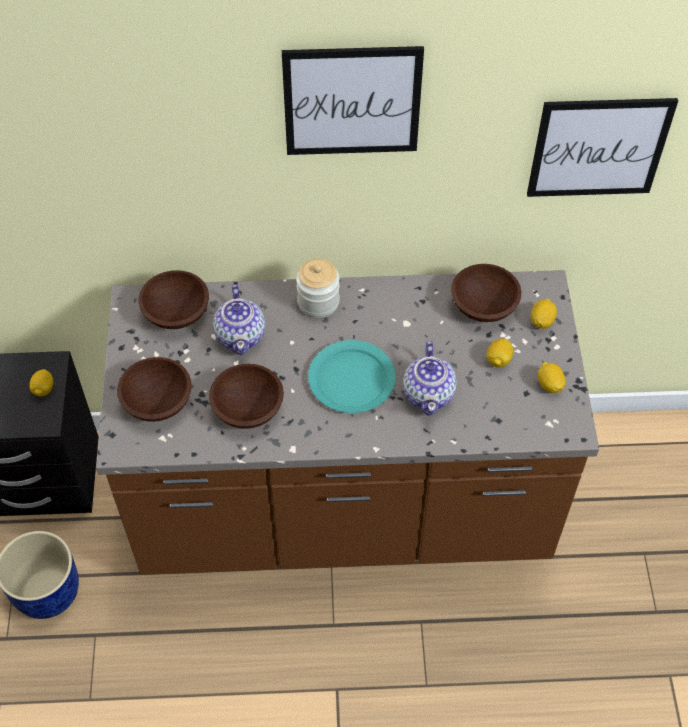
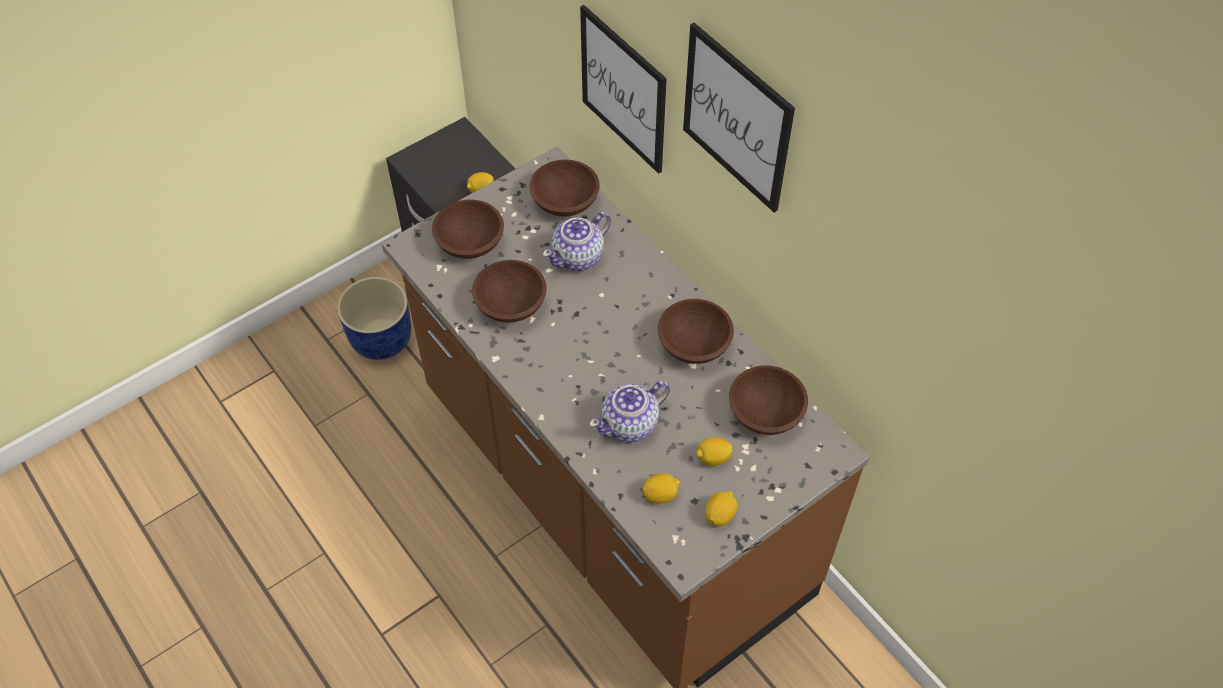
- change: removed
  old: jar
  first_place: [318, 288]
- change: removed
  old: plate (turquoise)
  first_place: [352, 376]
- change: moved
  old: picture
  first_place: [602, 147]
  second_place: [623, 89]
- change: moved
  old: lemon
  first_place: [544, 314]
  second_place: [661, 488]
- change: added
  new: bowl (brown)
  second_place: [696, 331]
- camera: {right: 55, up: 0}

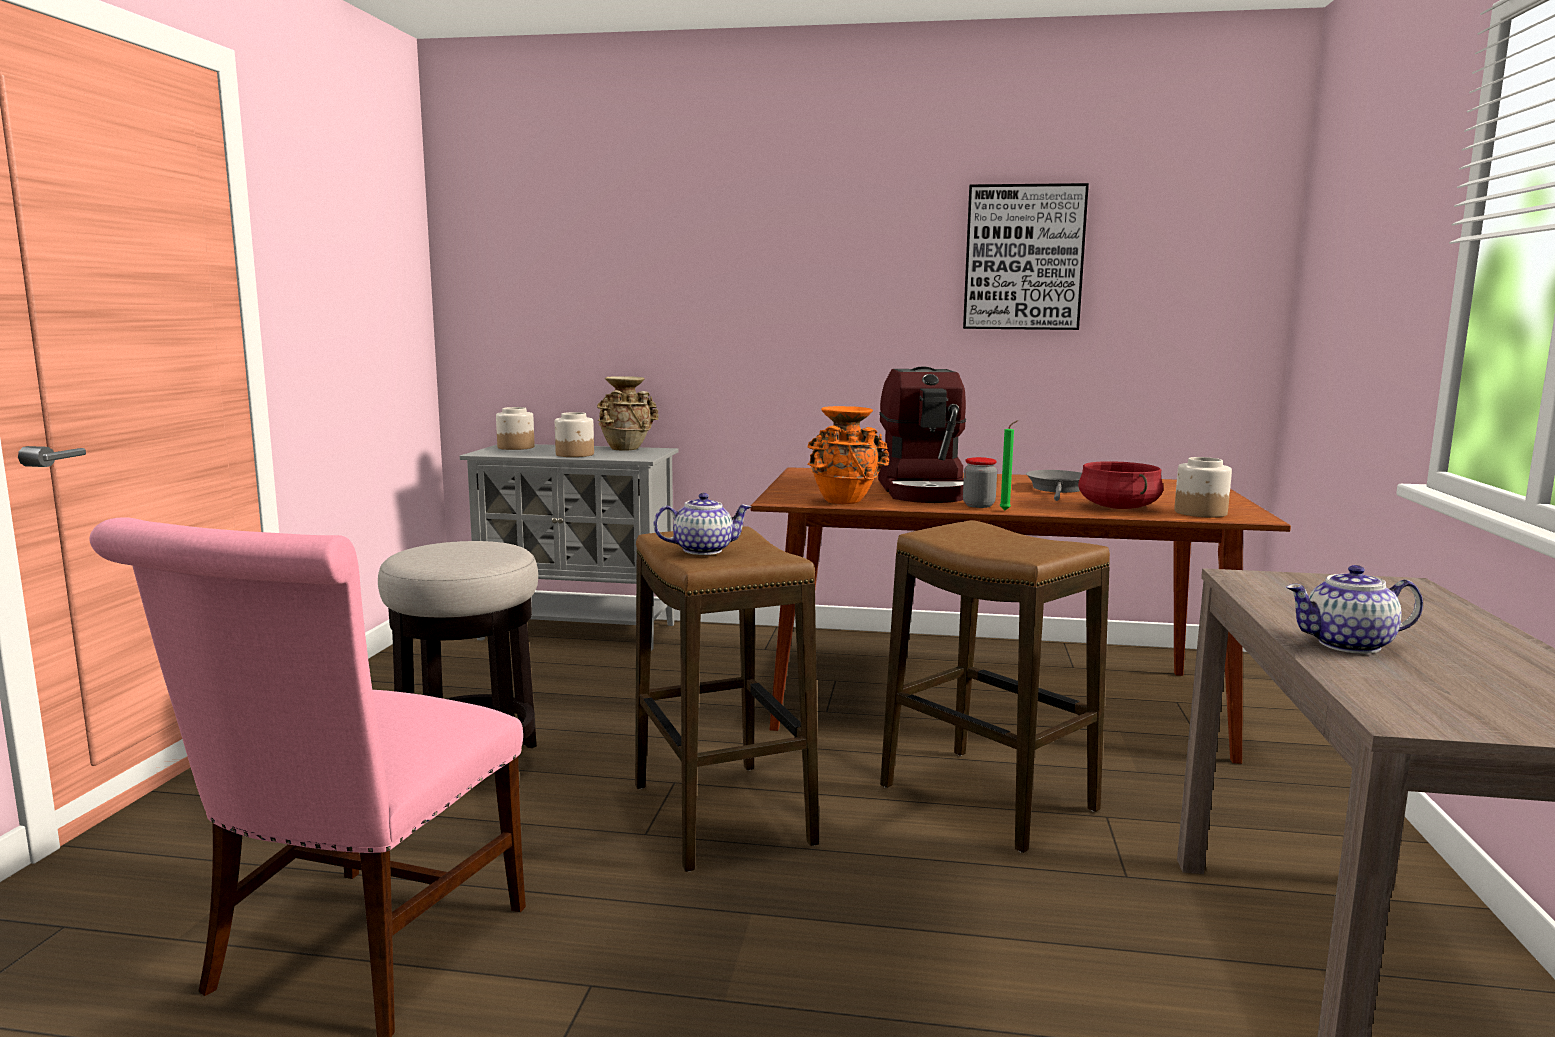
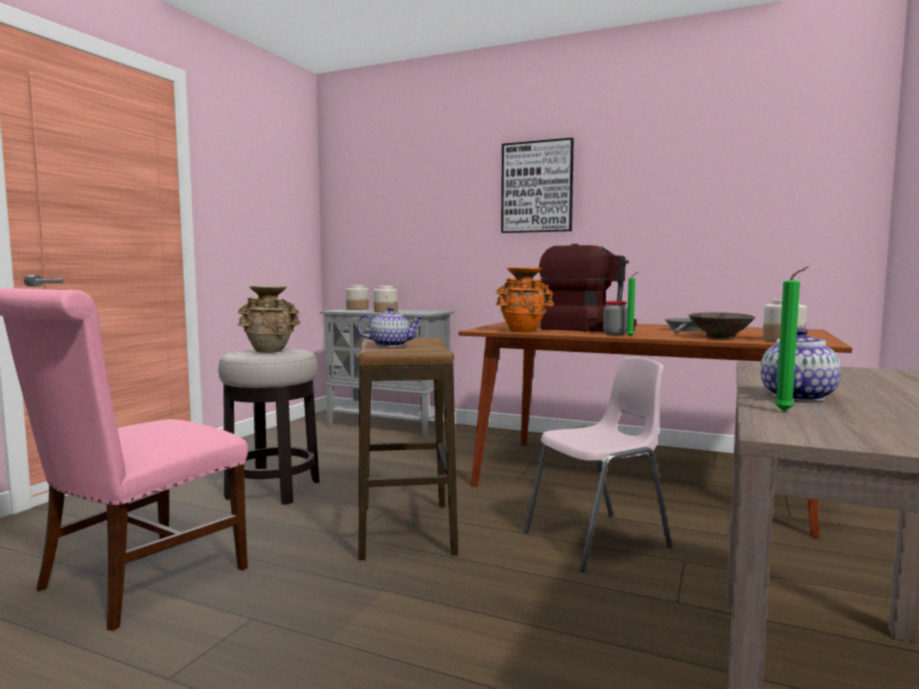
- change: moved
  old: vase (beige)
  first_place: [628, 413]
  second_place: [269, 319]
- change: turned
  old: coffee machine
  first_place: [922, 435]
  second_place: [588, 288]
  degrees: -75
- change: replaced
  old: stool
  new: chair (pink)
  first_place: [995, 686]
  second_place: [598, 464]
- change: moved
  old: picture
  first_place: [1026, 256]
  second_place: [537, 185]
- change: replaced
  old: cooking pot (red)
  new: bowl (brown)
  first_place: [1120, 485]
  second_place: [721, 325]
- change: turned
  old: teapot
  first_place: [1354, 609]
  second_place: [800, 364]
  degrees: -60
- change: added
  new: candle (green)
  second_place: [791, 339]
- camera: {right: 15, up: -5}

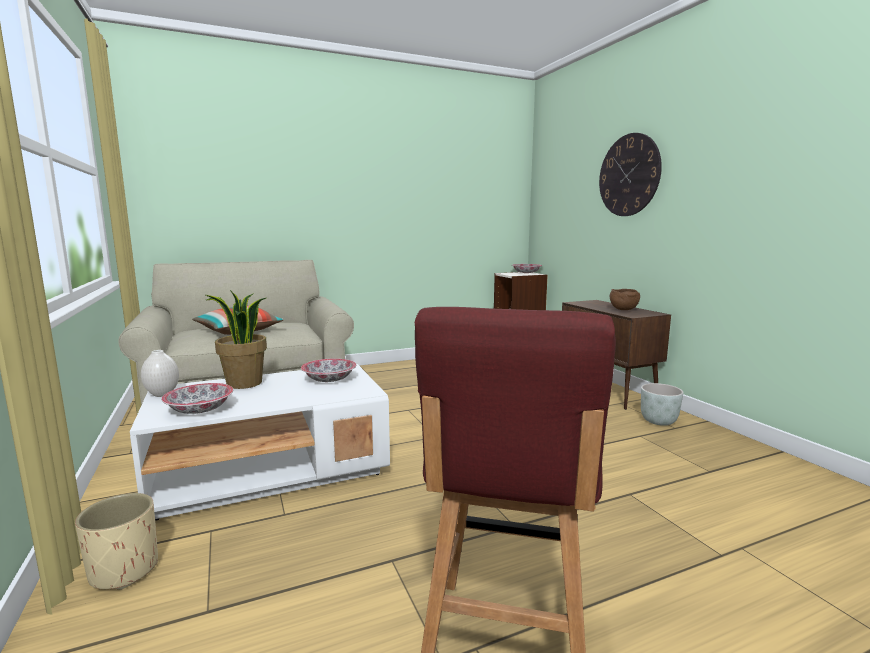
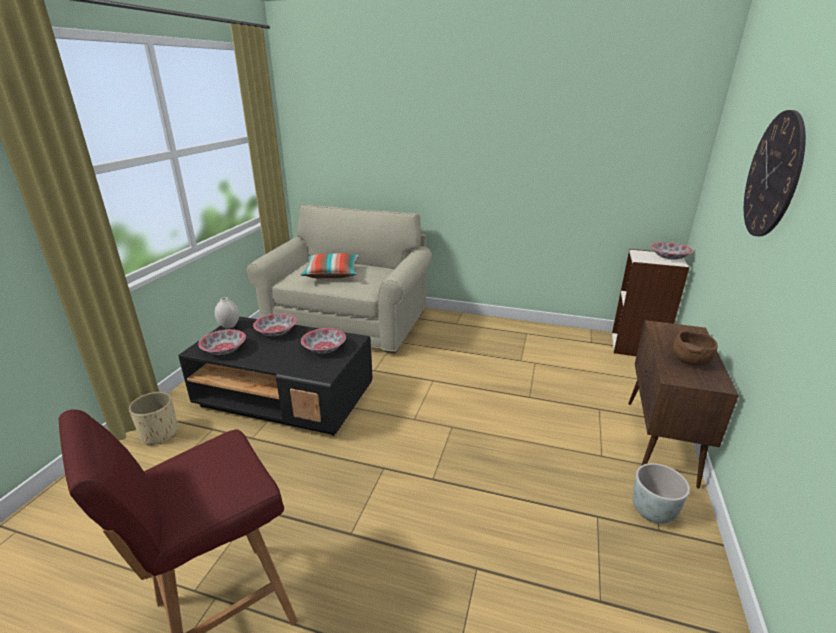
- change: recoloured
  old: coffee table (white)
  new: coffee table (black)
  first_place: [260, 442]
  second_place: [275, 376]
- change: replaced
  old: potted plant
  new: bowl
  first_place: [236, 339]
  second_place: [274, 324]
- camera: {right: 40, up: 15}

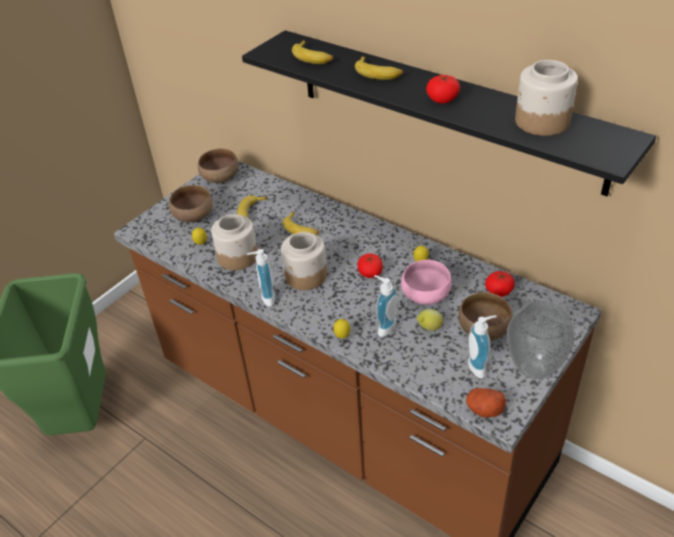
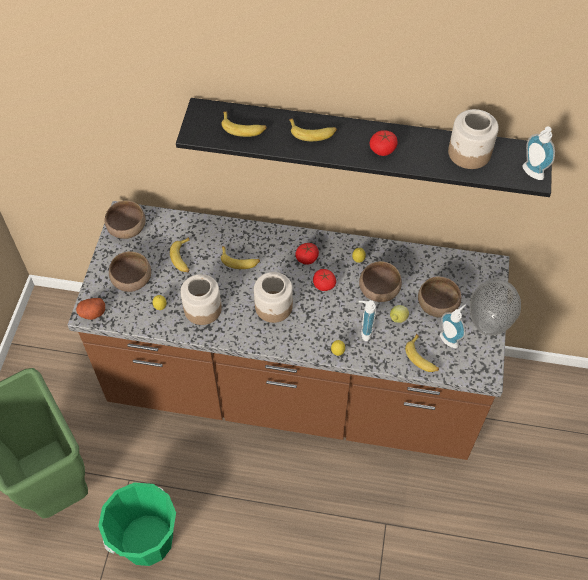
- change: moved
  old: soap dispenser
  first_place: [261, 278]
  second_place: [538, 153]
- change: recoloured
  old: bowl (pink)
  new: bowl (brown)
  first_place: [426, 282]
  second_place: [380, 281]
- change: moved
  old: potato
  first_place: [486, 403]
  second_place: [90, 309]
- change: moved
  old: tomato
  first_place: [500, 284]
  second_place: [307, 254]
- change: added
  new: bucket (green)
  second_place: [137, 524]
- change: added
  new: banana
  second_place: [422, 353]
- camera: {right: -30, up: 15}

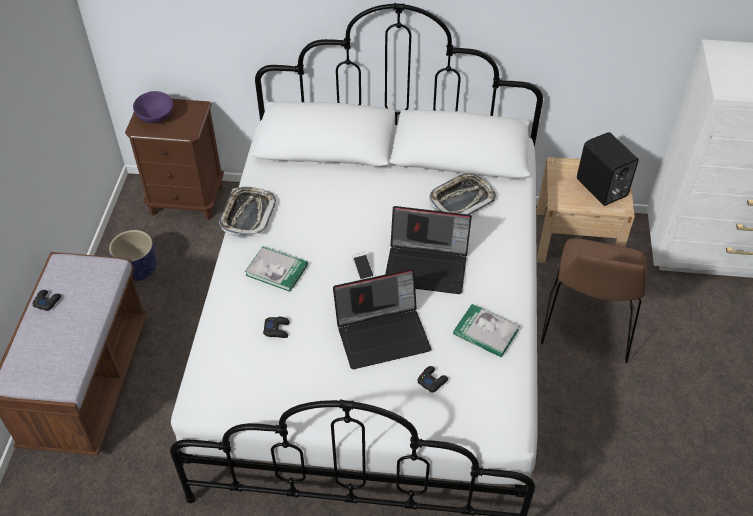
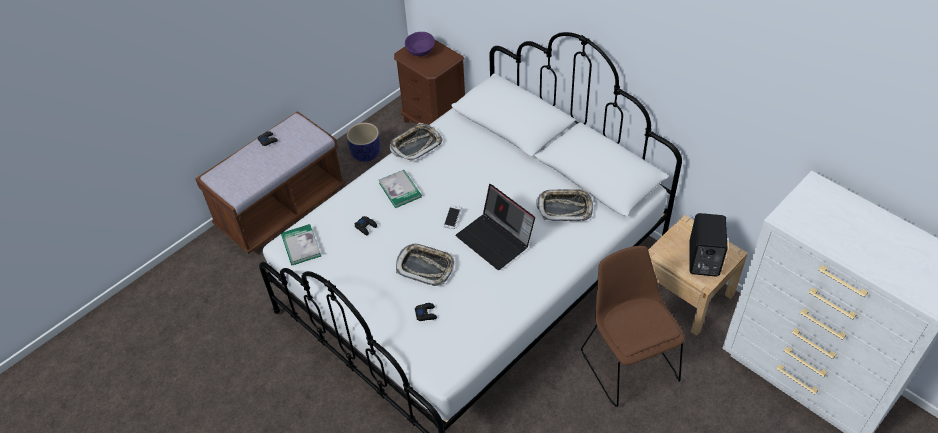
- change: replaced
  old: laptop
  new: tray
  first_place: [382, 319]
  second_place: [425, 265]
- change: moved
  old: book
  first_place: [486, 331]
  second_place: [301, 245]
- change: turned
  old: chair (brown)
  first_place: [594, 300]
  second_place: [633, 326]
  degrees: 105
- camera: {right: 40, up: 0}

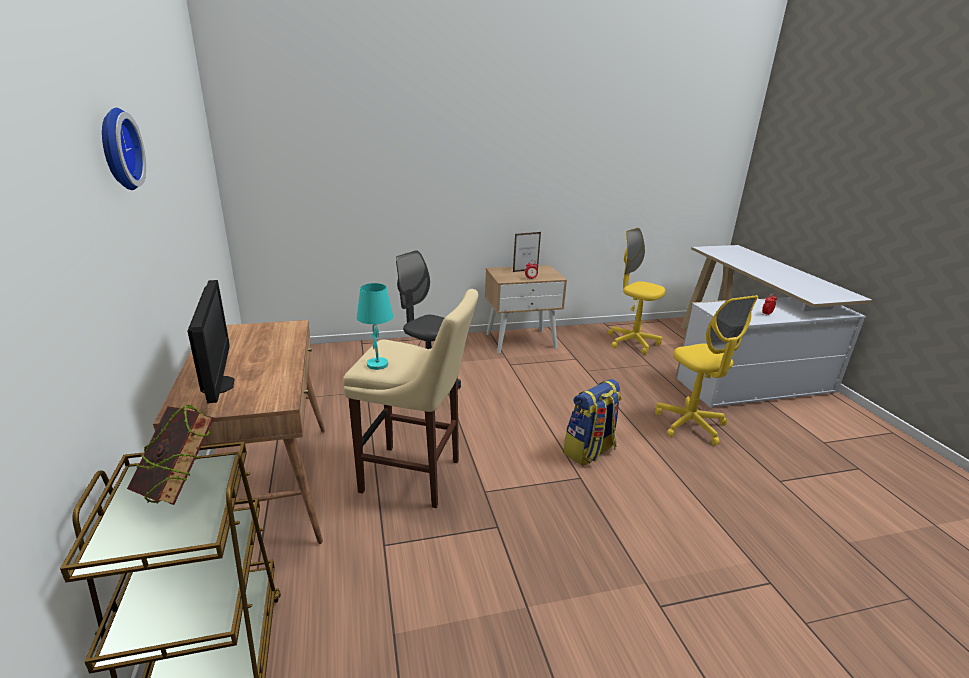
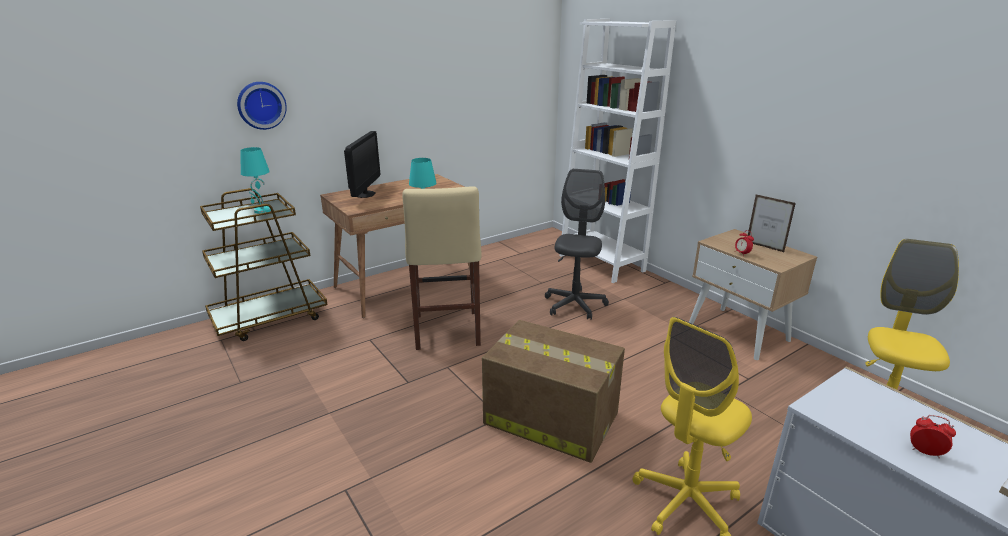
- change: moved
  old: wall clock
  first_place: [124, 149]
  second_place: [262, 106]
- change: replaced
  old: book
  new: table lamp (turquoise)
  first_place: [170, 454]
  second_place: [256, 180]
- change: turned
  old: monitor
  first_place: [211, 342]
  second_place: [362, 164]
  degrees: -45
- change: replaced
  old: backpack
  new: cardboard box
  first_place: [592, 422]
  second_place: [553, 391]
- change: added
  new: bookcase (white)
  second_place: [618, 151]
- camera: {right: 70, up: 0}

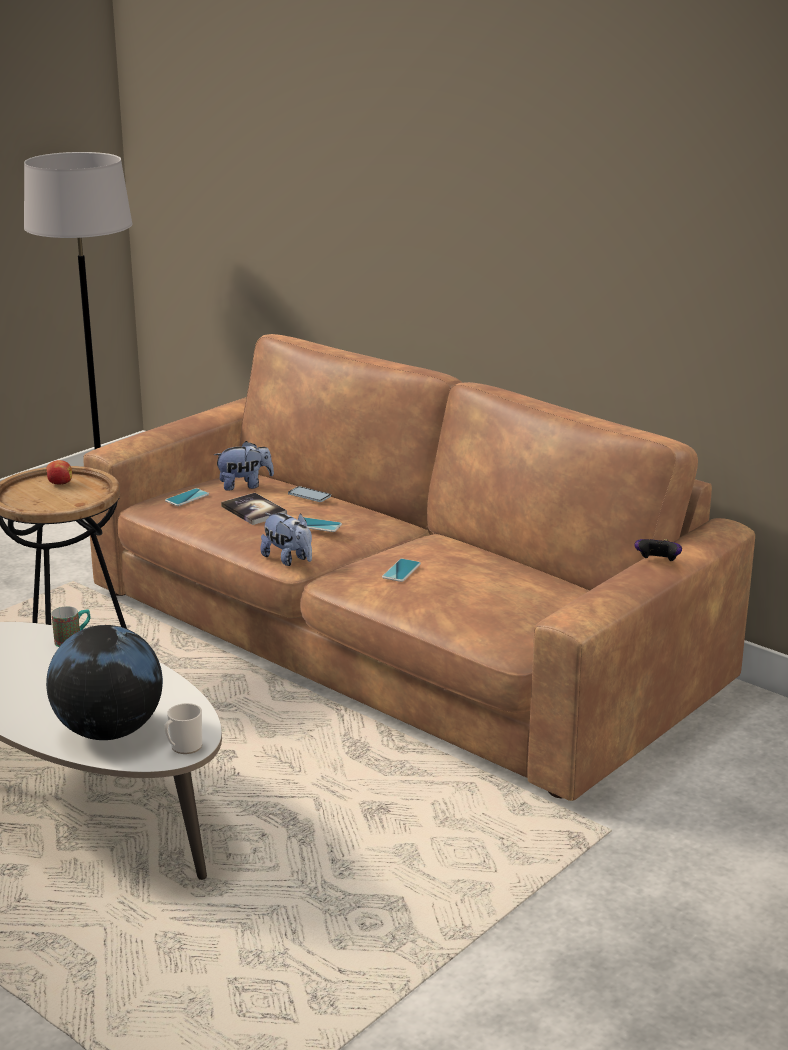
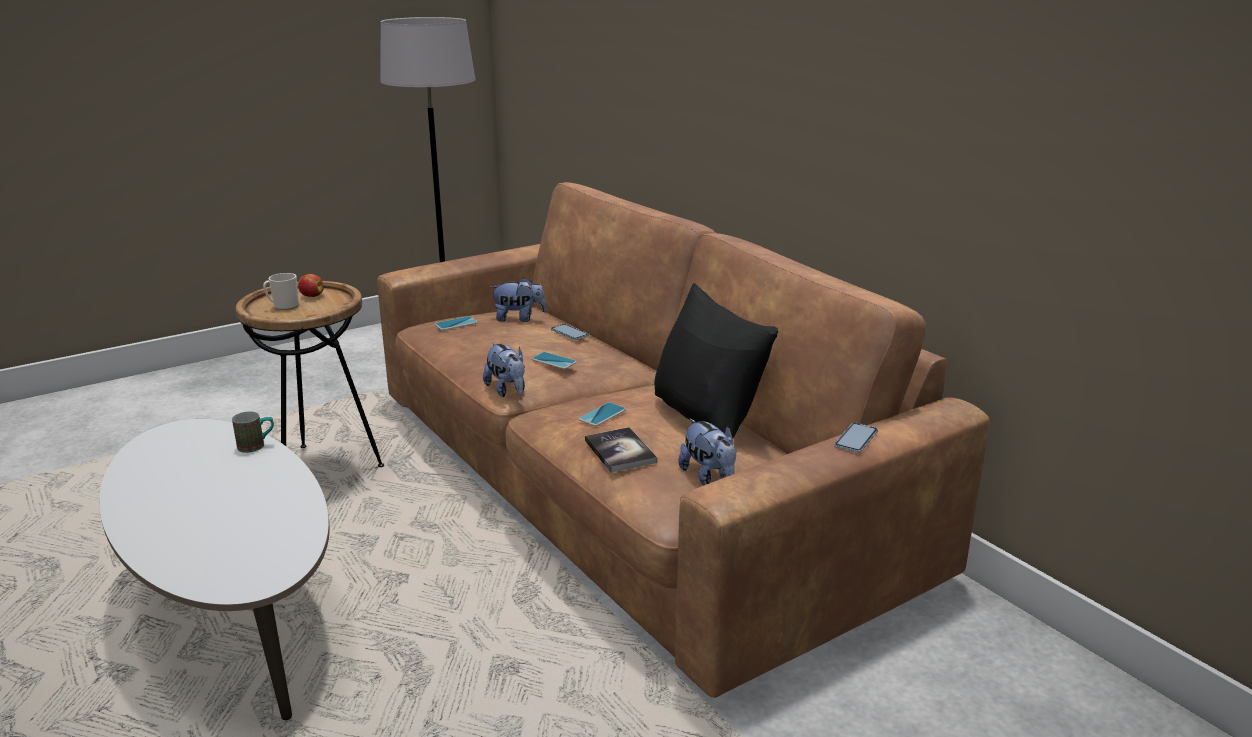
- change: removed
  old: globe
  first_place: [104, 682]
- change: moved
  old: mug
  first_place: [183, 728]
  second_place: [281, 291]
- change: moved
  old: book
  first_place: [254, 509]
  second_place: [621, 450]
- change: replaced
  old: game controller
  new: phone
  first_place: [658, 550]
  second_place: [856, 438]
- change: added
  new: pillow (black)
  second_place: [716, 360]
- change: added
  new: plush toy
  second_place: [707, 451]
- camera: {right: 15, up: 0}

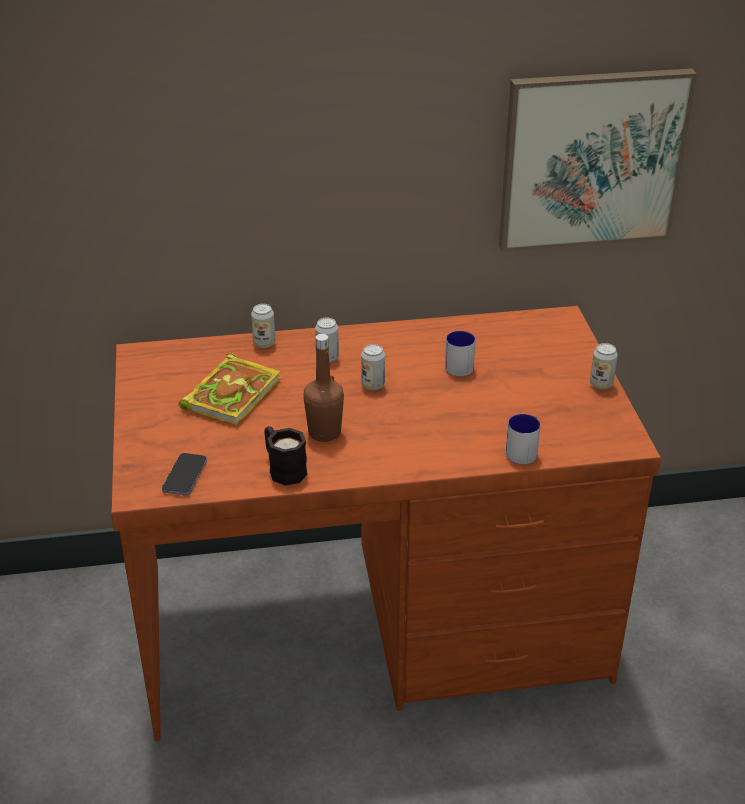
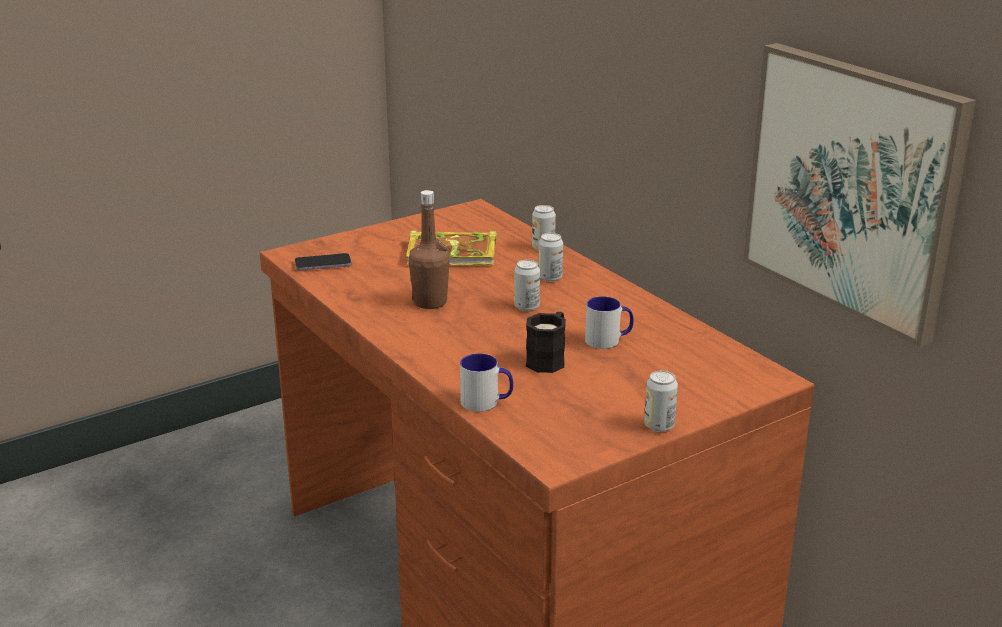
- change: moved
  old: mug (black)
  first_place: [286, 456]
  second_place: [546, 342]
- camera: {right: 65, up: -10}

